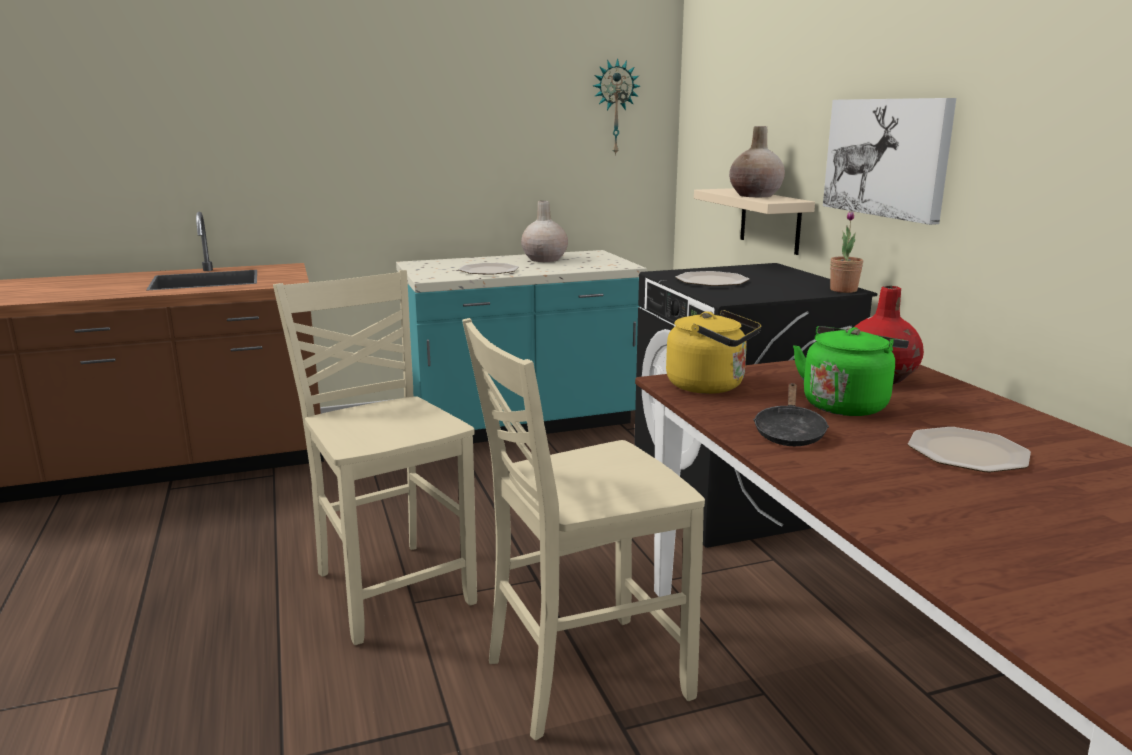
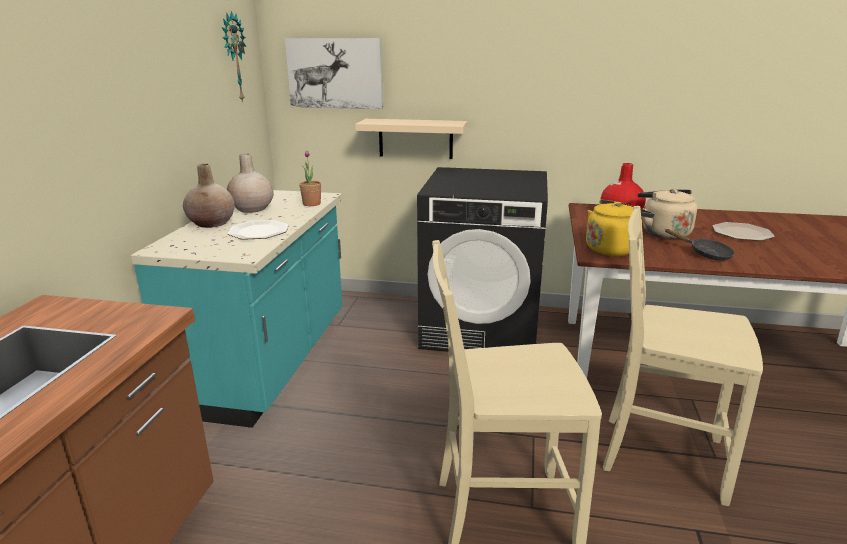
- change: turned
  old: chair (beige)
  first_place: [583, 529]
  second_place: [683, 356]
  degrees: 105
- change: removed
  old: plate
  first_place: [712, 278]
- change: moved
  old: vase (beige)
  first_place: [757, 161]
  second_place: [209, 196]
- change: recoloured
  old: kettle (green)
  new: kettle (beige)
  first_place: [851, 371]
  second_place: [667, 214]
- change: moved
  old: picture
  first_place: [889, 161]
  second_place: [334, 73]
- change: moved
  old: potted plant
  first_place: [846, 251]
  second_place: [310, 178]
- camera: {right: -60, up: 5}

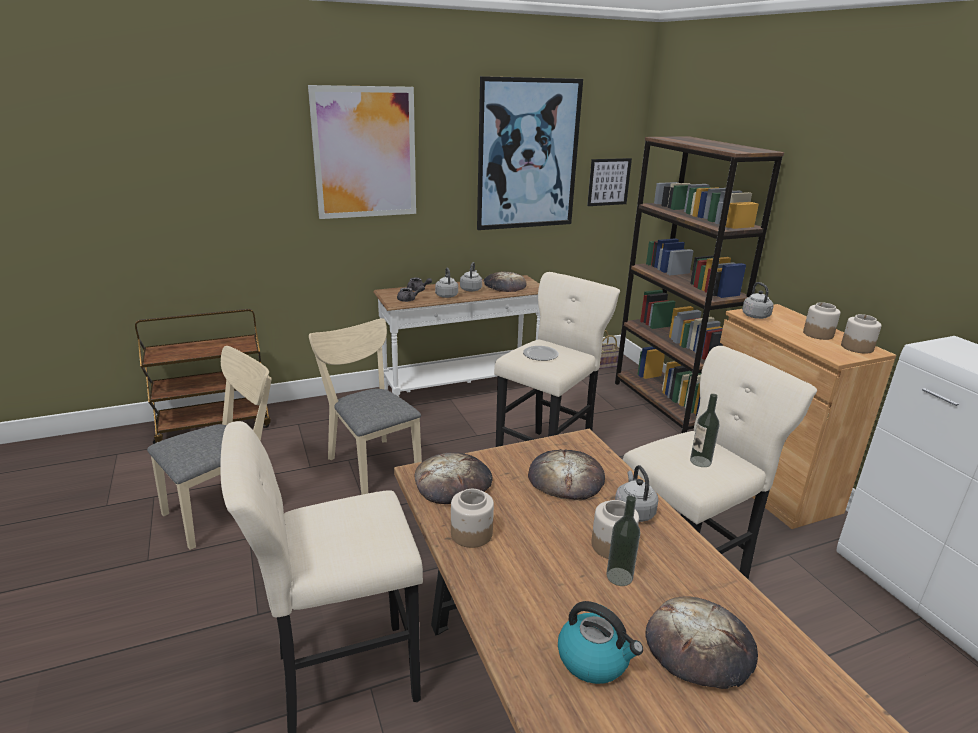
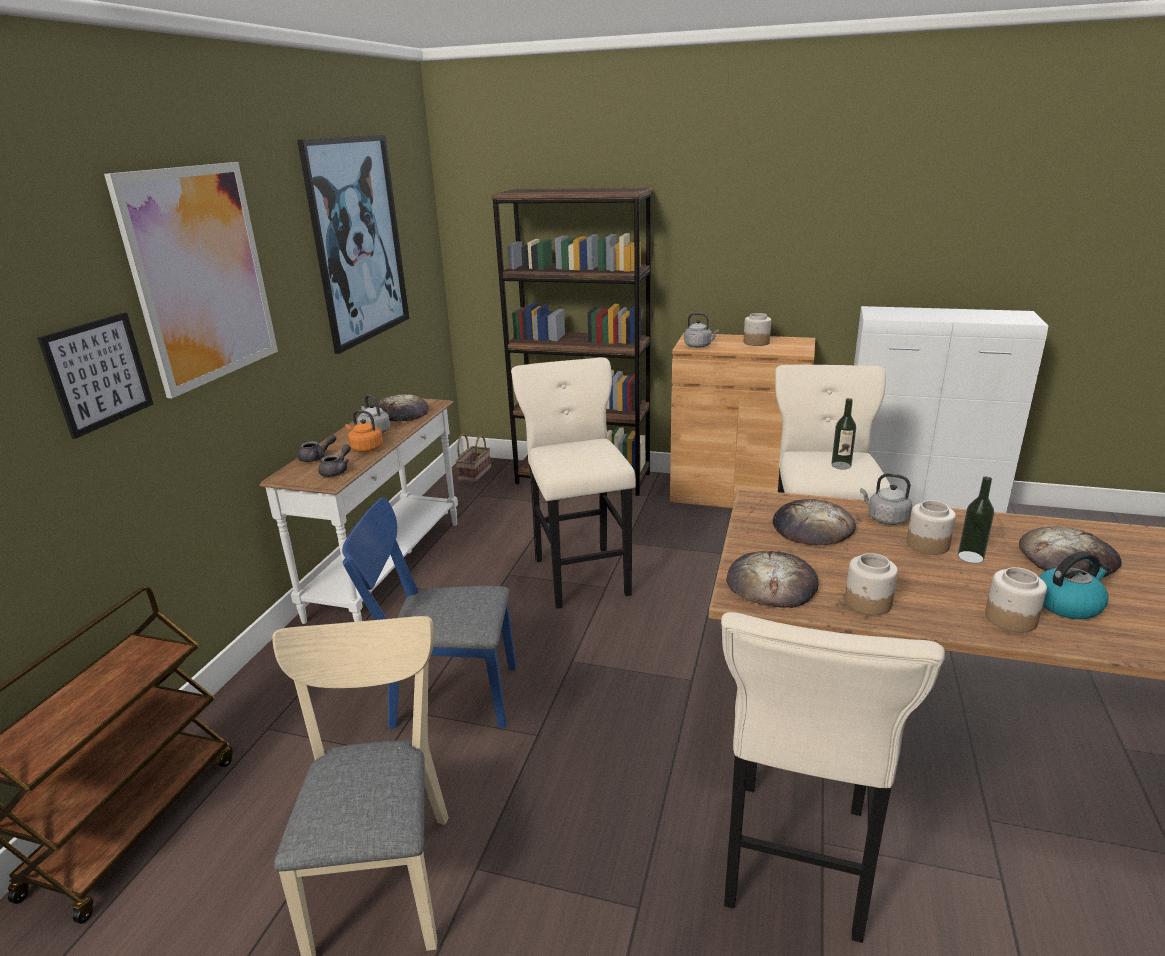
- change: recoloured
  old: chair (beige)
  new: chair (blue)
  first_place: [365, 406]
  second_place: [429, 614]
- change: recoloured
  old: kettle (grey)
  new: kettle (orange)
  first_place: [446, 282]
  second_place: [364, 431]
- change: removed
  old: plate
  first_place: [541, 353]
- change: moved
  old: picture
  first_place: [609, 182]
  second_place: [95, 375]
- change: moved
  old: jar
  first_place: [861, 334]
  second_place: [1016, 600]
- camera: {right: -50, up: 0}

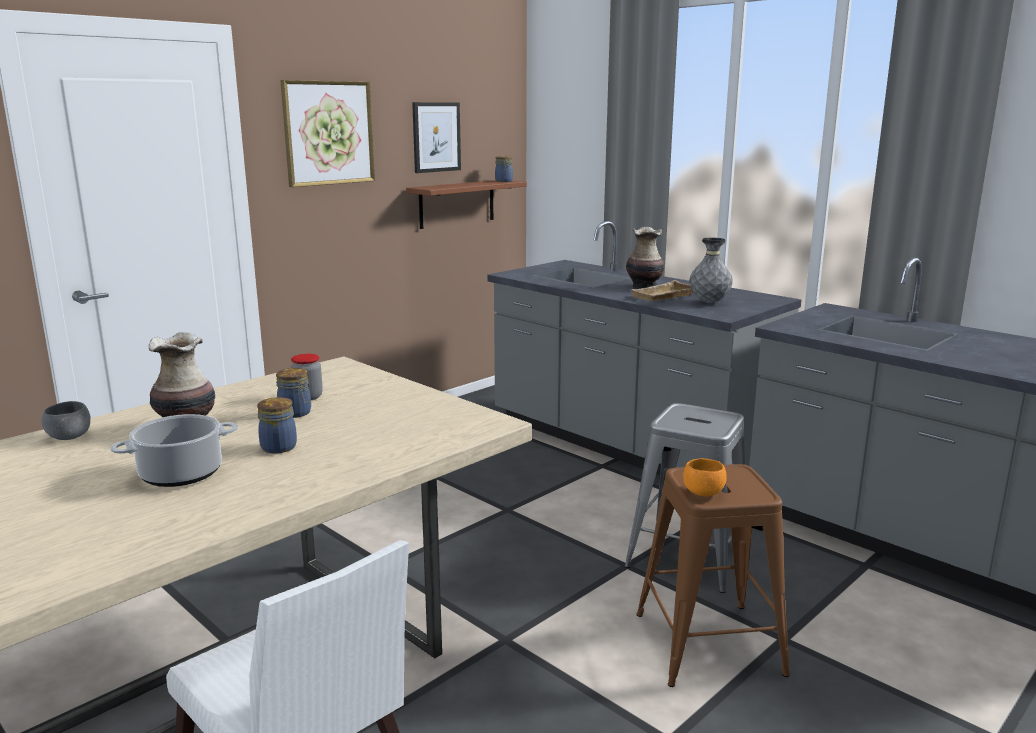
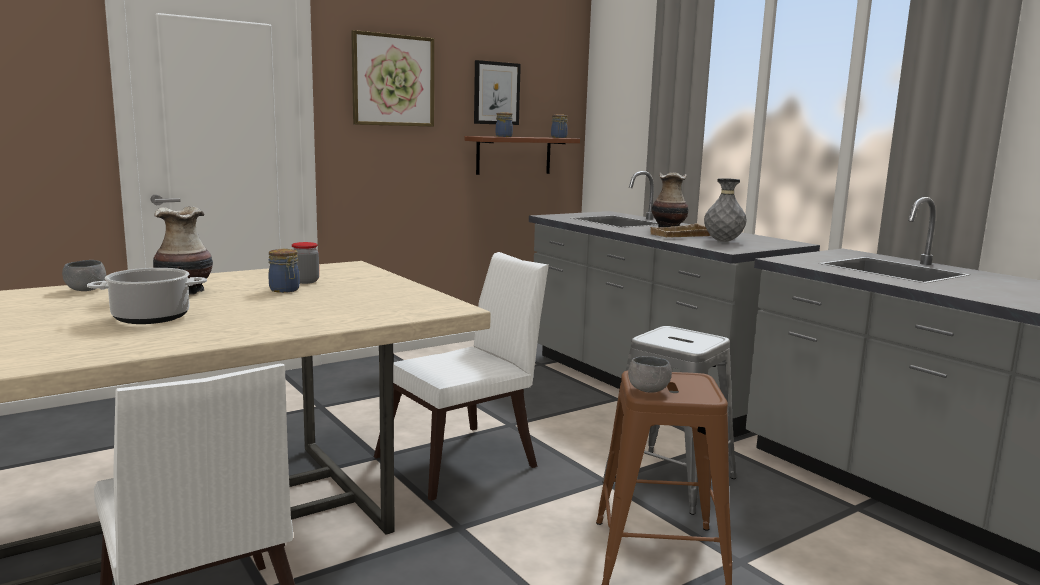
- change: moved
  old: jar
  first_place: [277, 425]
  second_place: [504, 124]
- change: recoloured
  old: bowl (orange)
  new: bowl (grey)
  first_place: [705, 477]
  second_place: [650, 374]
- change: added
  new: chair (white)
  second_place: [461, 376]
- camera: {right: 10, up: -5}

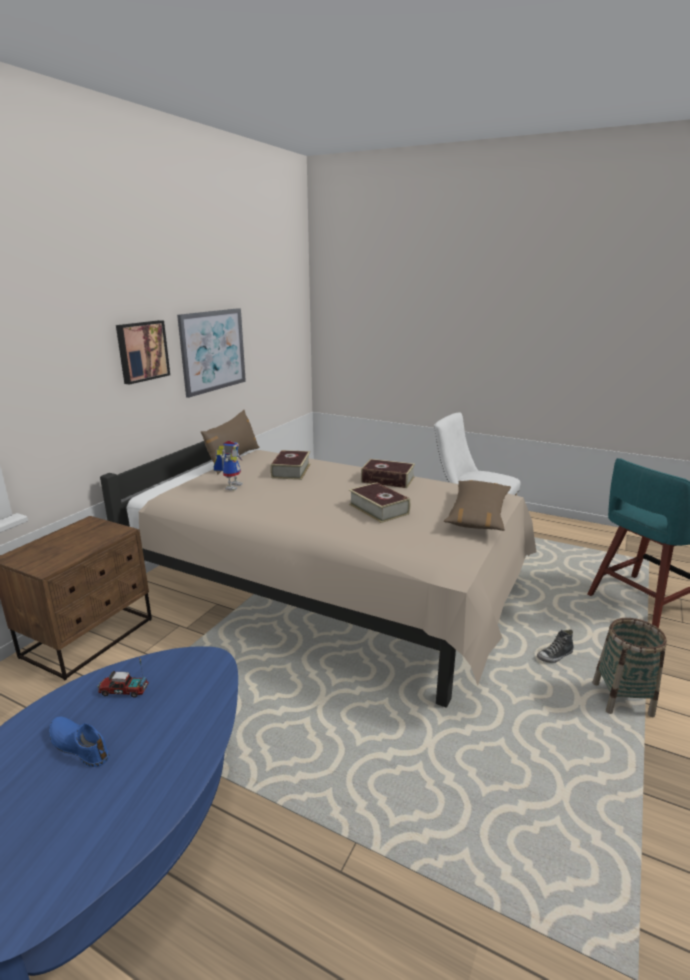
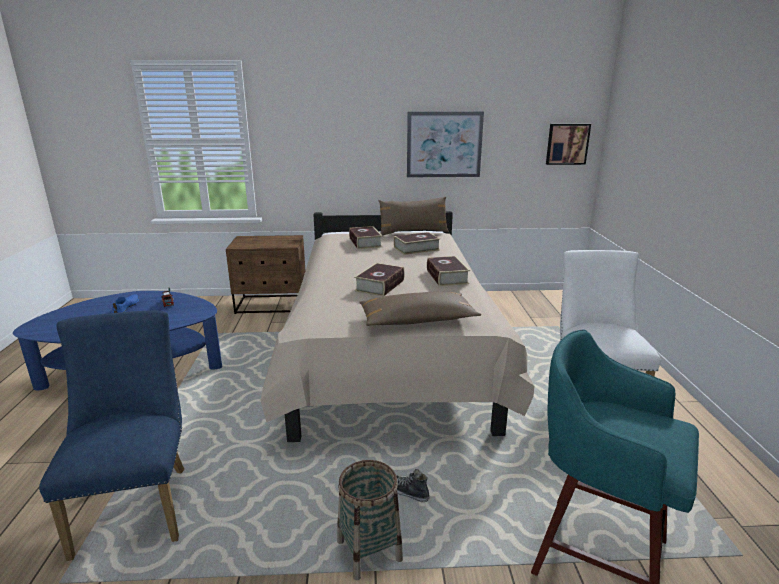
- change: moved
  old: picture
  first_place: [143, 352]
  second_place: [568, 144]
- change: replaced
  old: toy robot
  new: book
  first_place: [228, 466]
  second_place: [365, 237]
- change: added
  new: chair (blue)
  second_place: [111, 435]
- camera: {right: 60, up: 0}

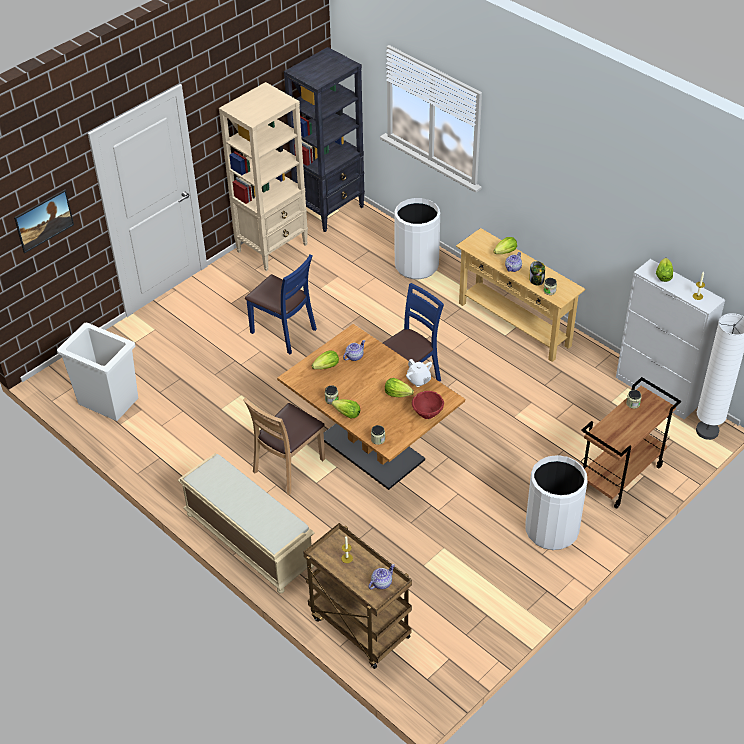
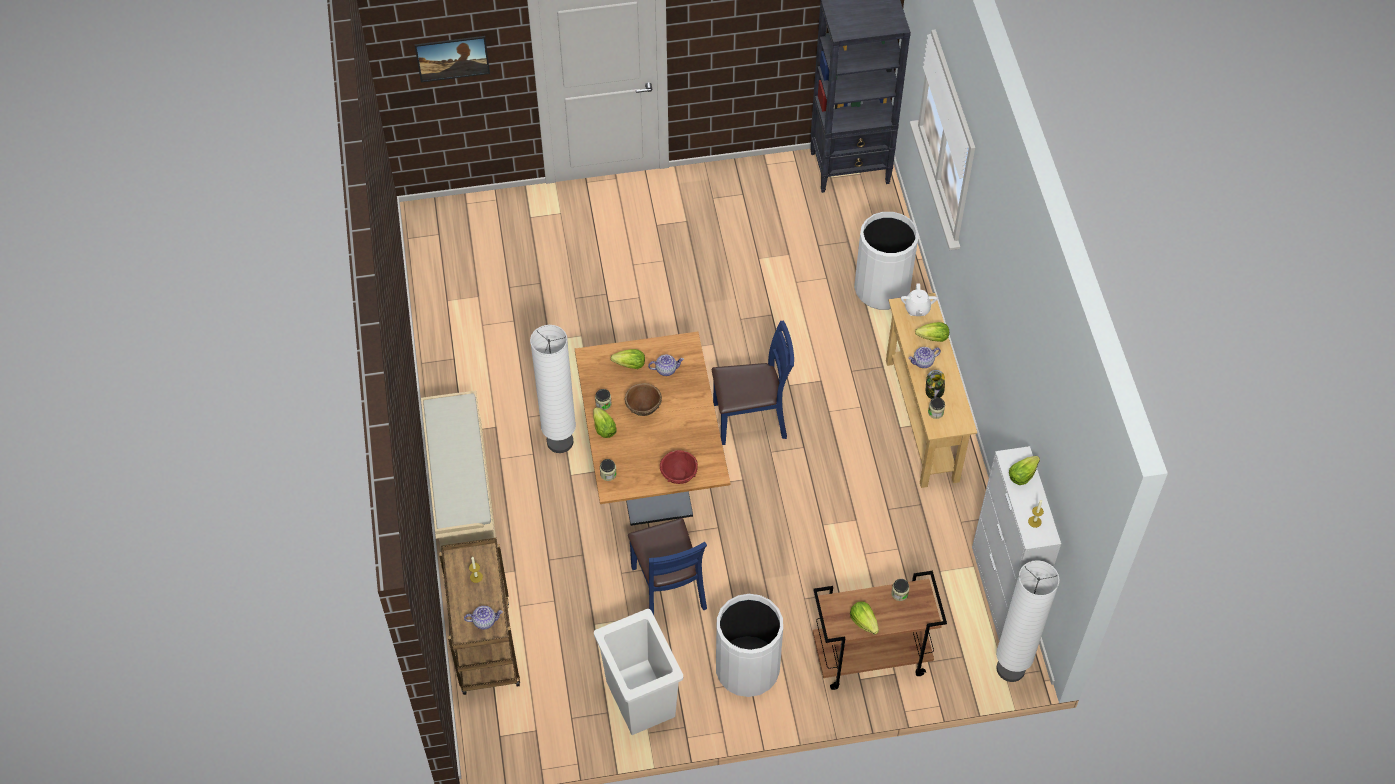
- change: moved
  old: trash can (white)
  first_place: [97, 372]
  second_place: [638, 672]
- change: removed
  old: bookcase (beige)
  first_place: [263, 176]
- change: replaced
  old: chair (brown)
  new: floor lamp (white)
  first_place: [284, 446]
  second_place: [553, 389]
- change: moved
  old: chair (blue)
  first_place: [281, 305]
  second_place: [667, 566]
- change: moved
  old: lettuce
  first_place: [399, 387]
  second_place: [864, 618]
- change: moved
  old: teapot (white)
  first_place: [419, 373]
  second_place: [919, 300]
- change: added
  new: bowl (brown)
  second_place: [643, 399]
- camera: {right: 35, up: 10}

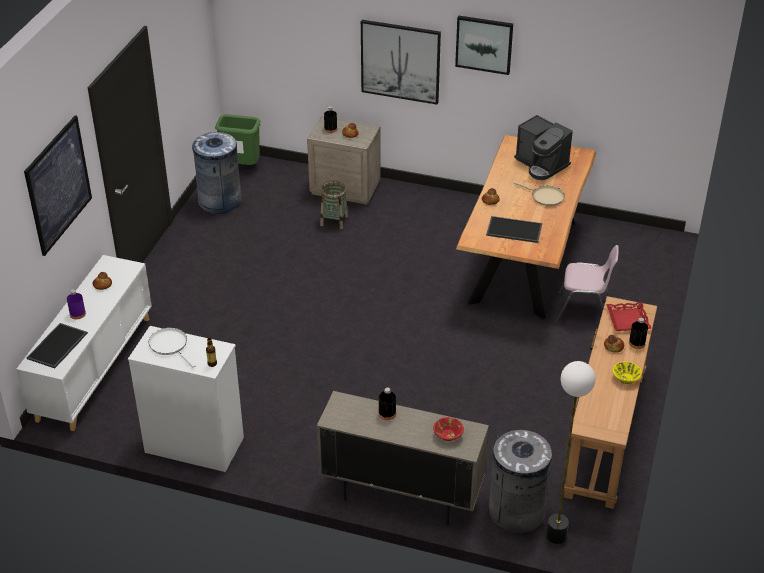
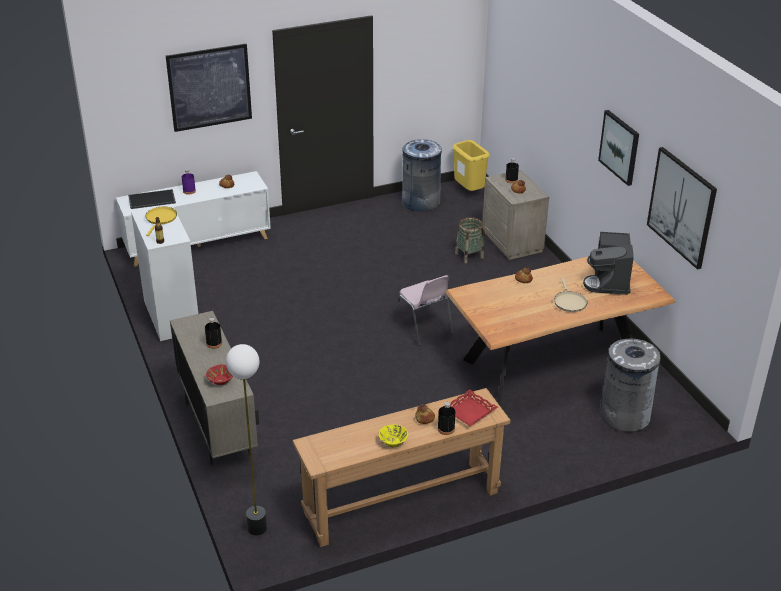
- change: recoloured
  old: frying pan (white)
  new: frying pan (yellow)
  first_place: [172, 347]
  second_place: [161, 221]
- change: recoloured
  old: trash can (green)
  new: trash can (yellow)
  first_place: [238, 139]
  second_place: [471, 165]
- change: moved
  old: picture
  first_place: [401, 62]
  second_place: [682, 208]
- change: removed
  old: tray
  first_place: [514, 229]
- change: moved
  old: trash can (grey)
  first_place: [520, 481]
  second_place: [631, 385]
- change: moved
  old: chair (pink)
  first_place: [587, 283]
  second_place: [423, 310]
- camera: {right: 50, up: -5}

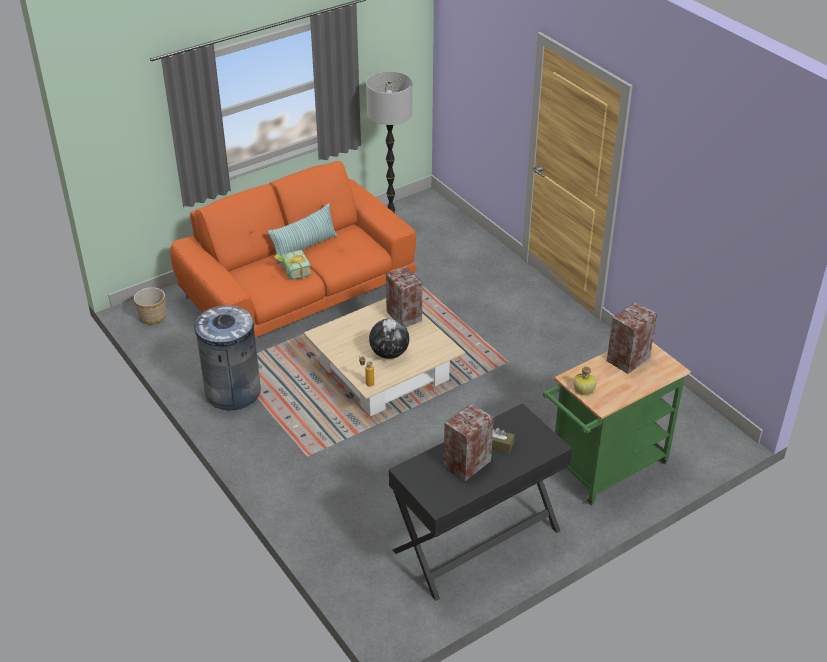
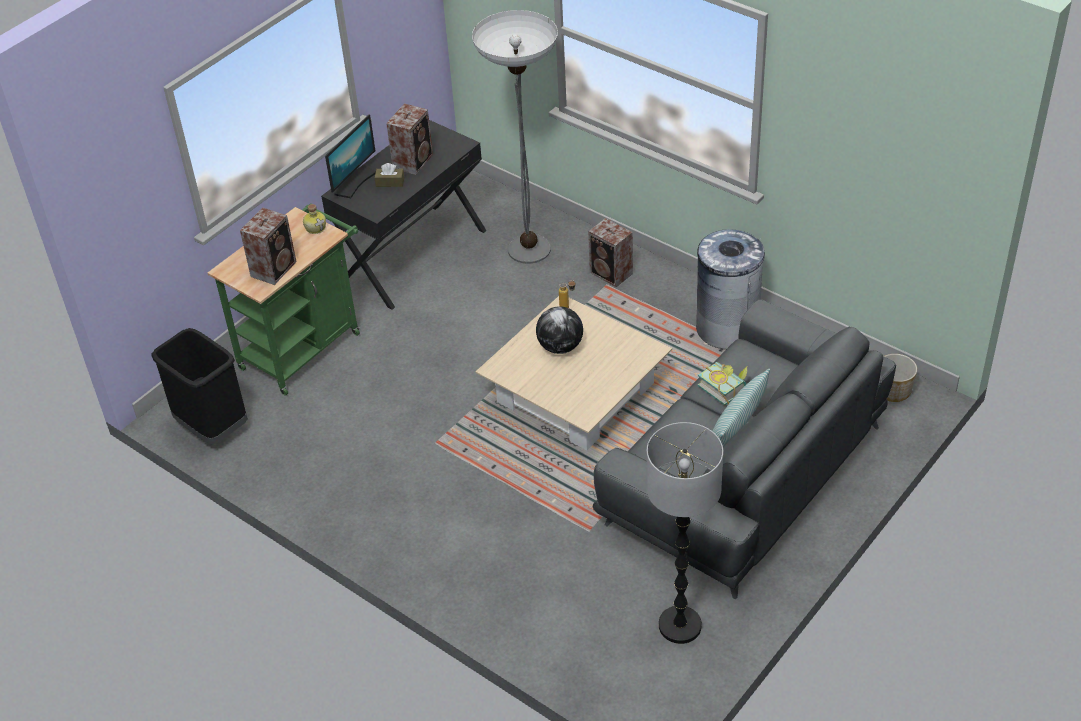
- change: recoloured
  old: sofa (orange)
  new: sofa (grey)
  first_place: [293, 249]
  second_place: [744, 449]
- change: moved
  old: speaker
  first_place: [404, 296]
  second_place: [610, 252]
- change: added
  new: trash can (black)
  second_place: [199, 386]
- change: added
  new: monitor
  second_place: [350, 156]
- change: added
  new: floor lamp
  second_place: [515, 137]
- camera: {right: 165, up: 5}

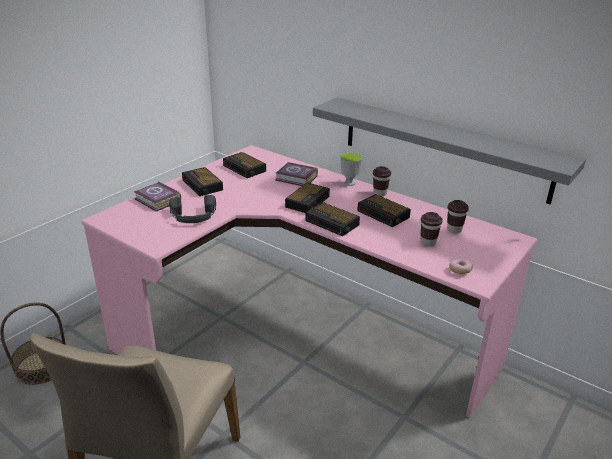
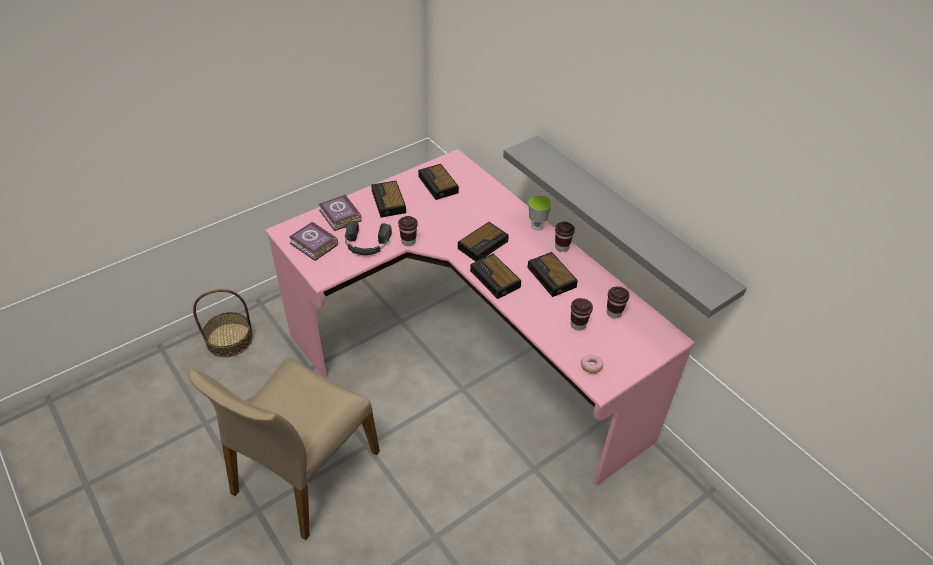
- change: moved
  old: book
  first_place: [296, 174]
  second_place: [313, 241]
- change: added
  new: cup (brown)
  second_place: [408, 231]
- camera: {right: 15, up: 15}

